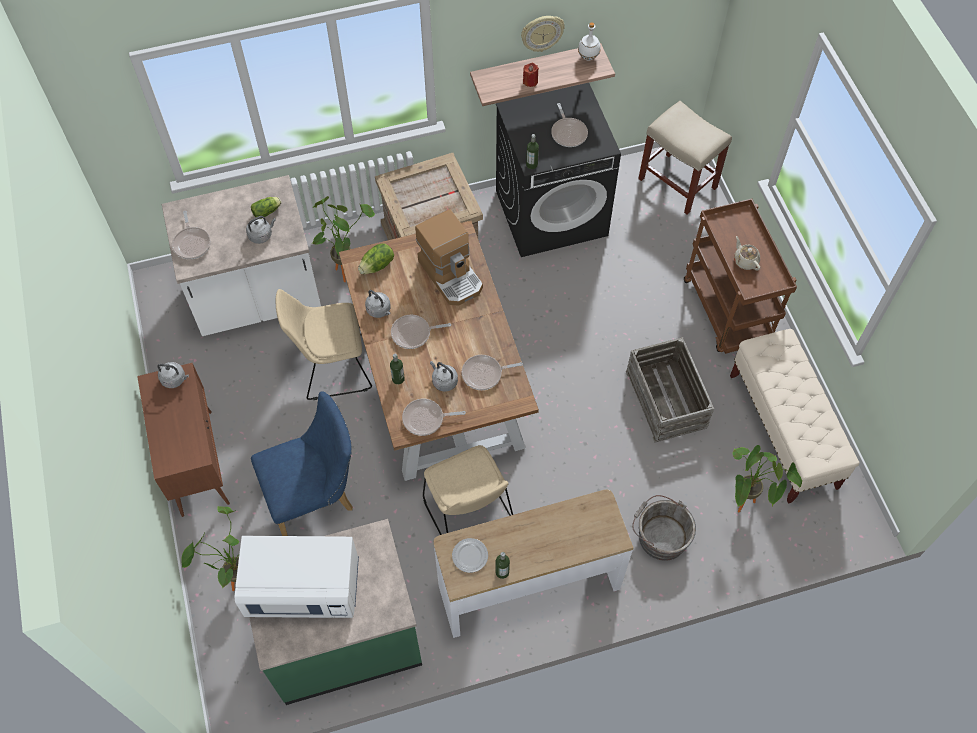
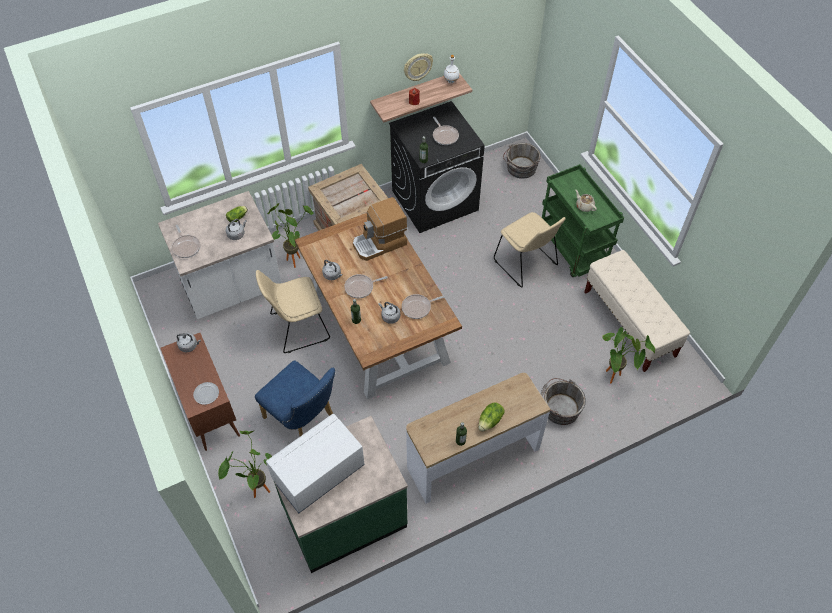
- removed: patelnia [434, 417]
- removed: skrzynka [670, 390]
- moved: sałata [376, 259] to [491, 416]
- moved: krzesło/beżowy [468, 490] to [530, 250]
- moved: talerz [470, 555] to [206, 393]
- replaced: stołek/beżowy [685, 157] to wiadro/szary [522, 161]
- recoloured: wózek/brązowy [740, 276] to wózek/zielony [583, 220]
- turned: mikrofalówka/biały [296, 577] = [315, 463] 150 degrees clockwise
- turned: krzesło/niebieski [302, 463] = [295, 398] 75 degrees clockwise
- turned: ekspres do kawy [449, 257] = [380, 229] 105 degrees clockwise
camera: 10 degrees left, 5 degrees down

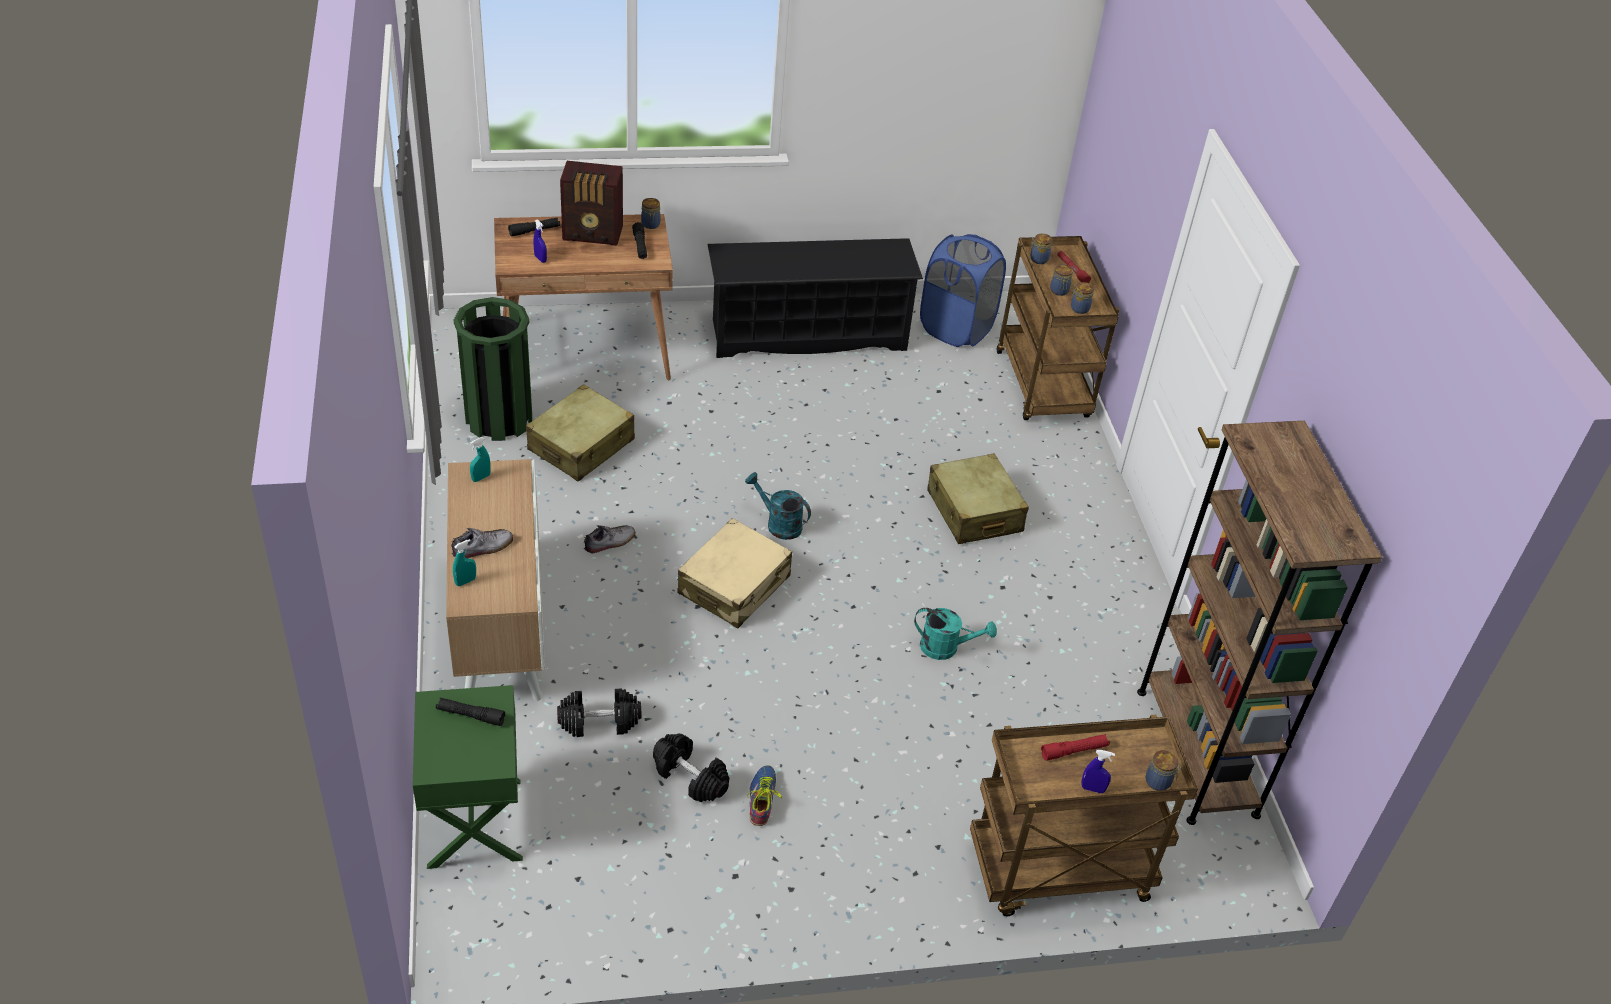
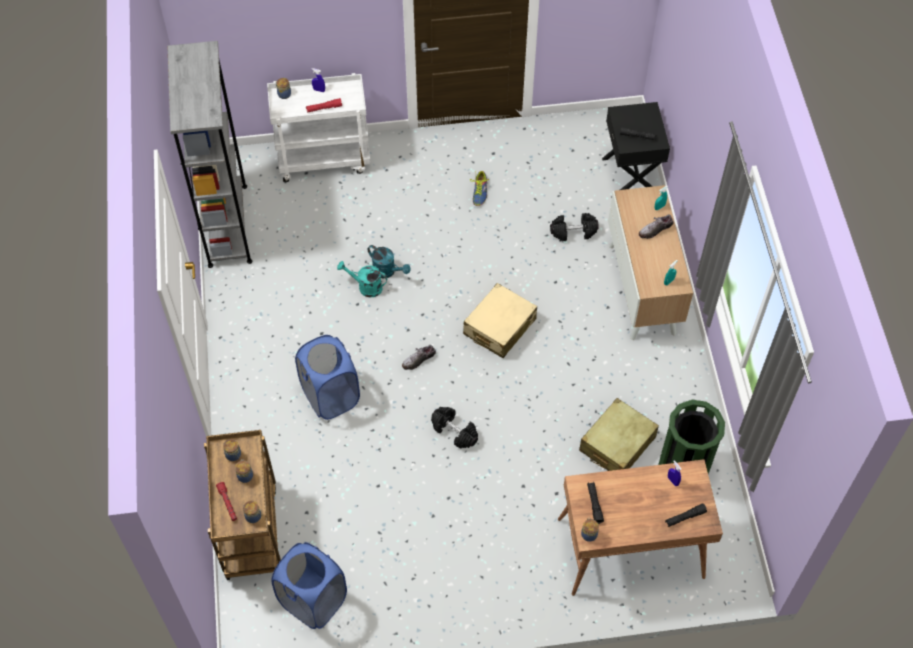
- removed: radio [591, 203]
- removed: regał na buty/czarny [815, 298]
- moved: but [609, 539] to [419, 357]
- moved: hantel/czarny [691, 768] to [454, 428]
- moved: konewka/turkusowy [778, 506] to [389, 261]
- replaced: walizka/beżowy [978, 498] to kosz na pranie/niebieski [327, 377]
- recoloured: szafka nocna/zielony [468, 777] to szafka nocna/czarny [636, 150]
- recoloured: wózek/brązowy [1084, 815] to wózek/biały [319, 127]
- recoloured: regał/brązowy [1259, 623] to regał/szary [209, 154]
camera: 175 degrees left, 15 degrees up

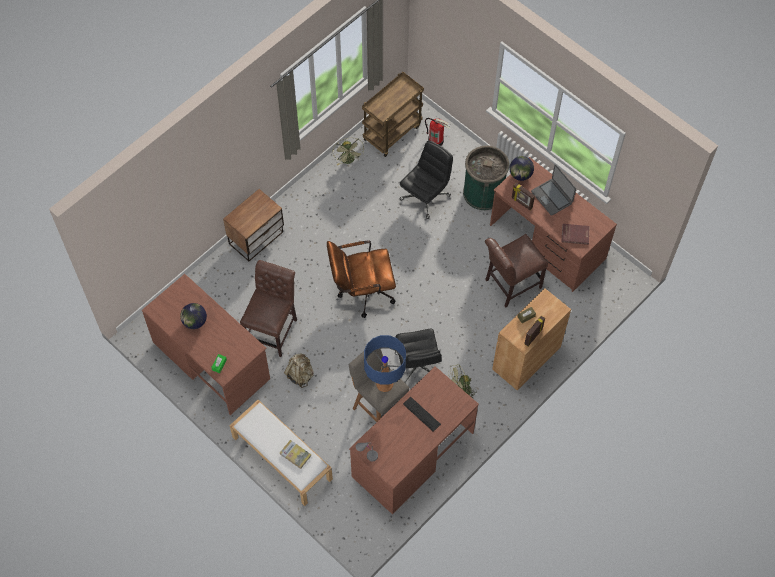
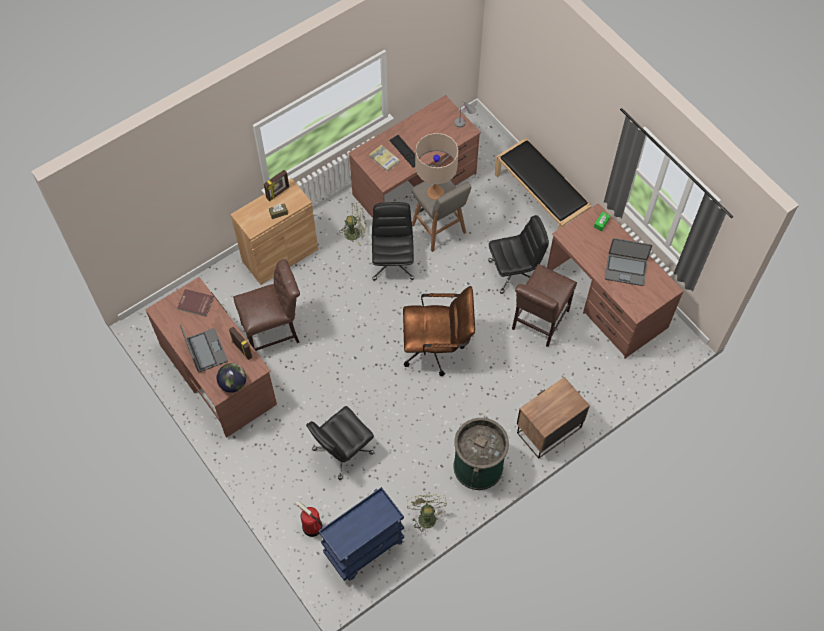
- moved: książka [295, 454] to [384, 158]
- moved: kosz na śmieci/zielony [486, 177] to [481, 454]
- replaced: globus [193, 316] to laptop [628, 262]
- replaced: plecak/beżowy [299, 370] to krzesło biurowe/czarny [518, 254]
- recoloured: ławka/biały [281, 453] to ławka/czarny [543, 183]
- recoloured: wózek/brązowy [393, 114] to wózek/niebieski [361, 534]
- recoloured: lampa stołowa/niebieski [385, 363] to lampa stołowa/beżowy [436, 166]
camera: 170 degrees left, 0 degrees up

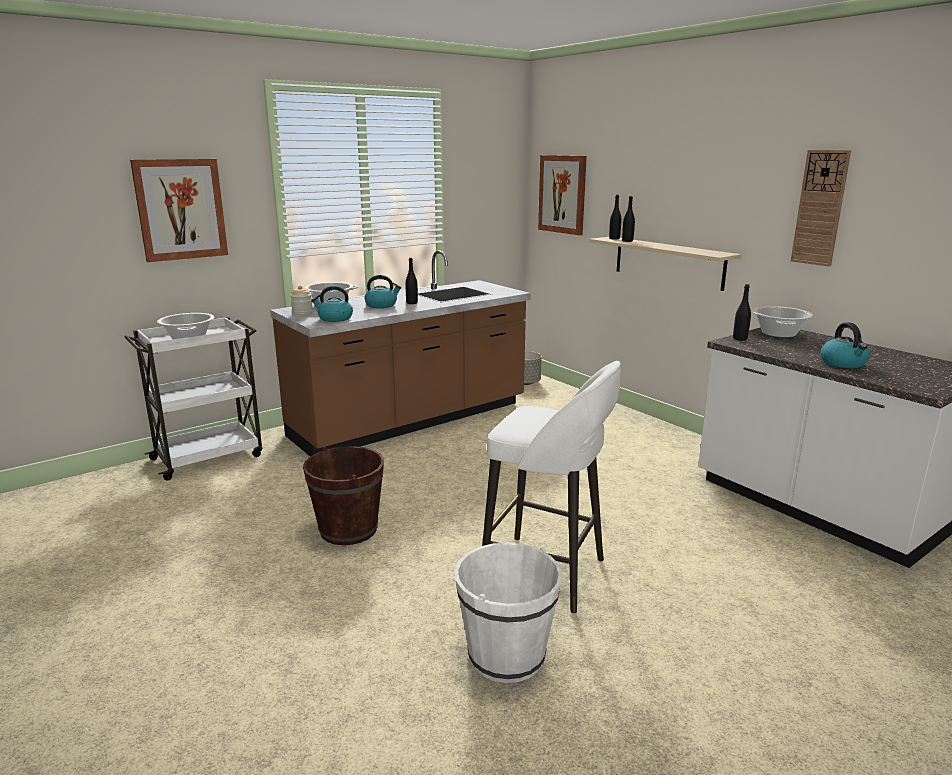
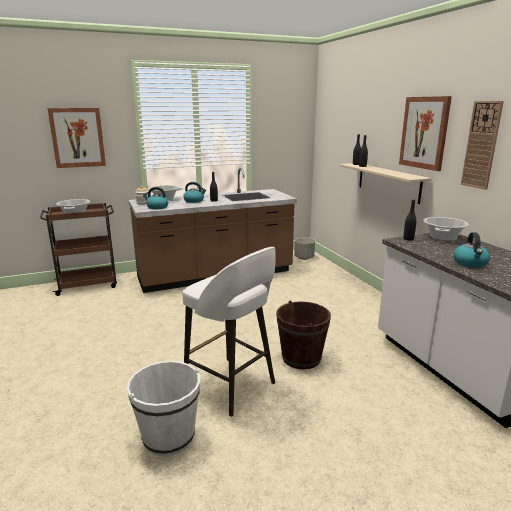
- moved: wiadro/brązowy [343, 495] to [303, 335]
- moved: obraz [562, 195] to [425, 133]
- recoloured: wózek/biały [193, 399] to wózek/brązowy [78, 249]
camera: 15 degrees right, 0 degrees up

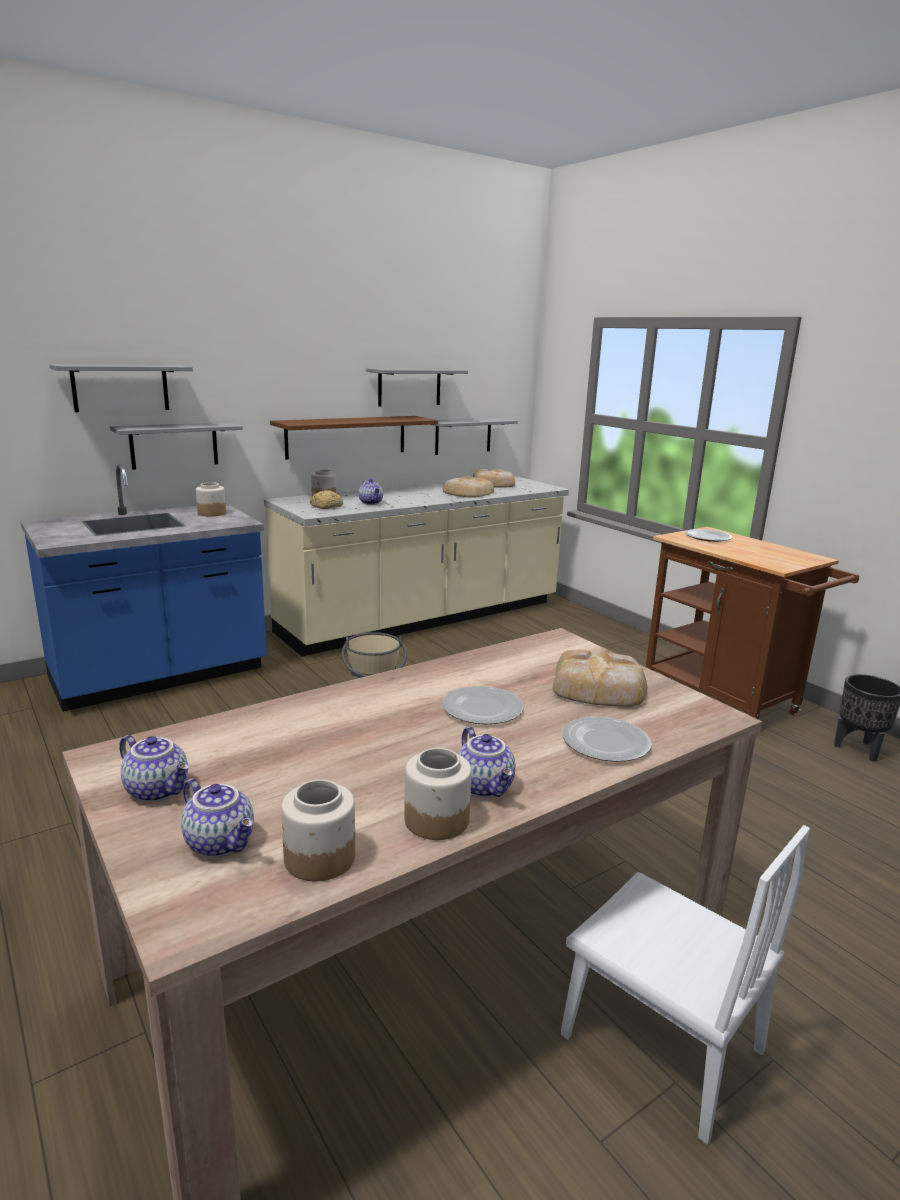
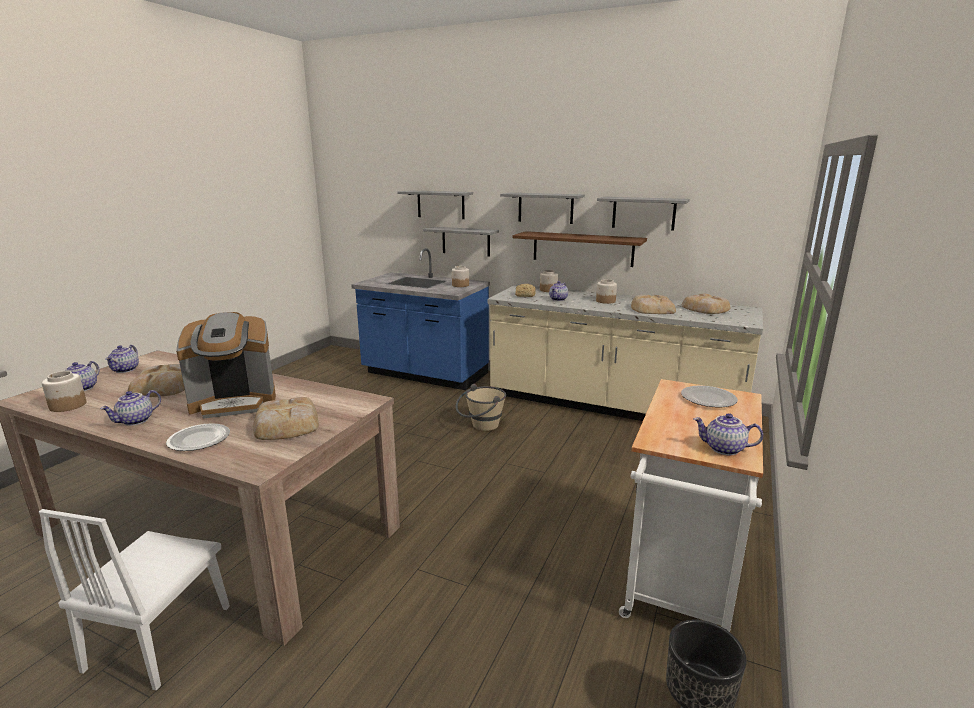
- added: chleb [156, 380]
- added: imbryk [728, 434]
- moved: słoik [438, 794] to [606, 291]
- moved: półka/szary [474, 436] to [542, 208]
- replaced: talerz [482, 705] to ekspres do kawy [226, 365]
- recoloured: wózek/brązowy [752, 623] to wózek/biały [691, 505]
camera: 60 degrees right, 0 degrees up

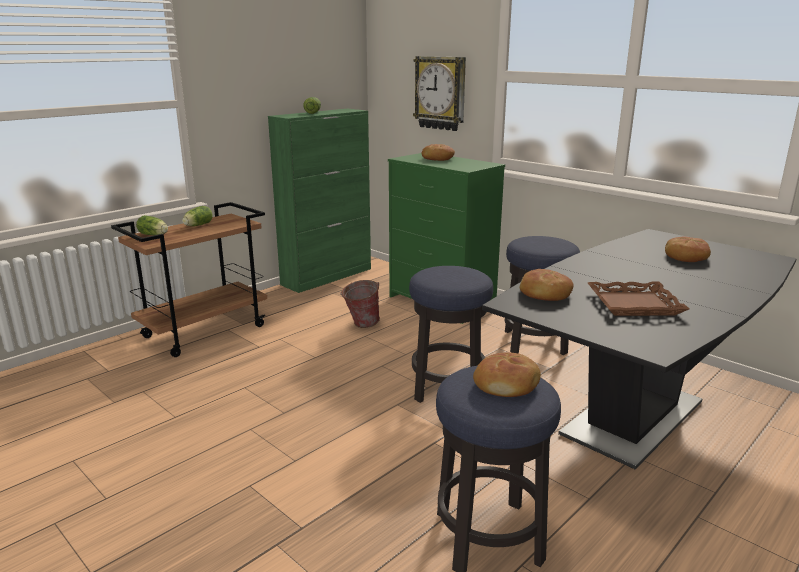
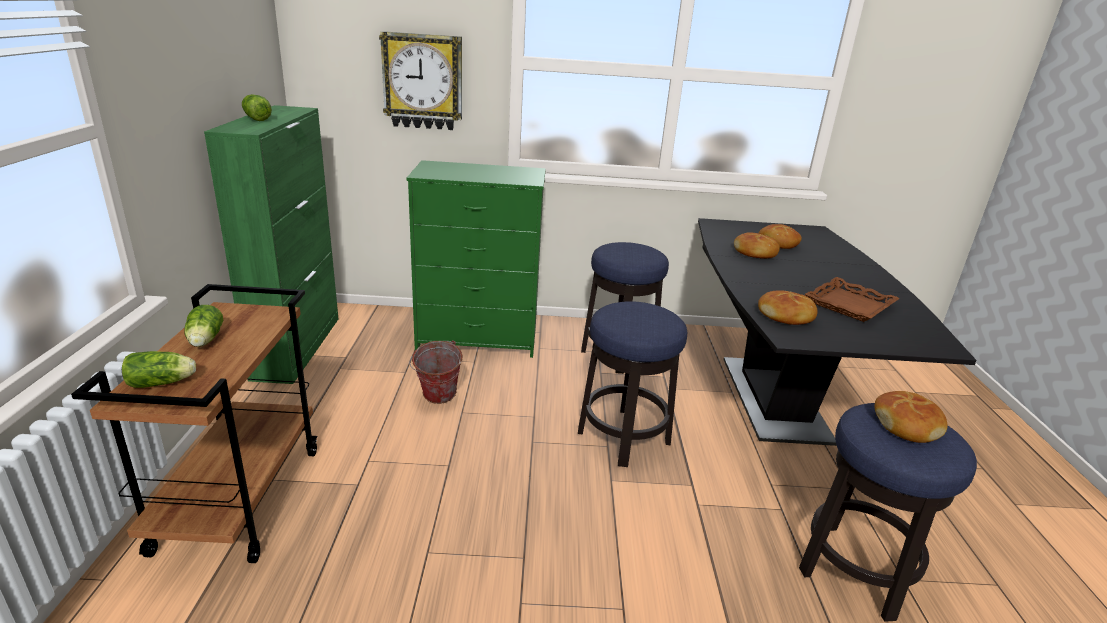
- moved: chleb [438, 152] to [757, 245]
camera: 45 degrees left, 5 degrees up

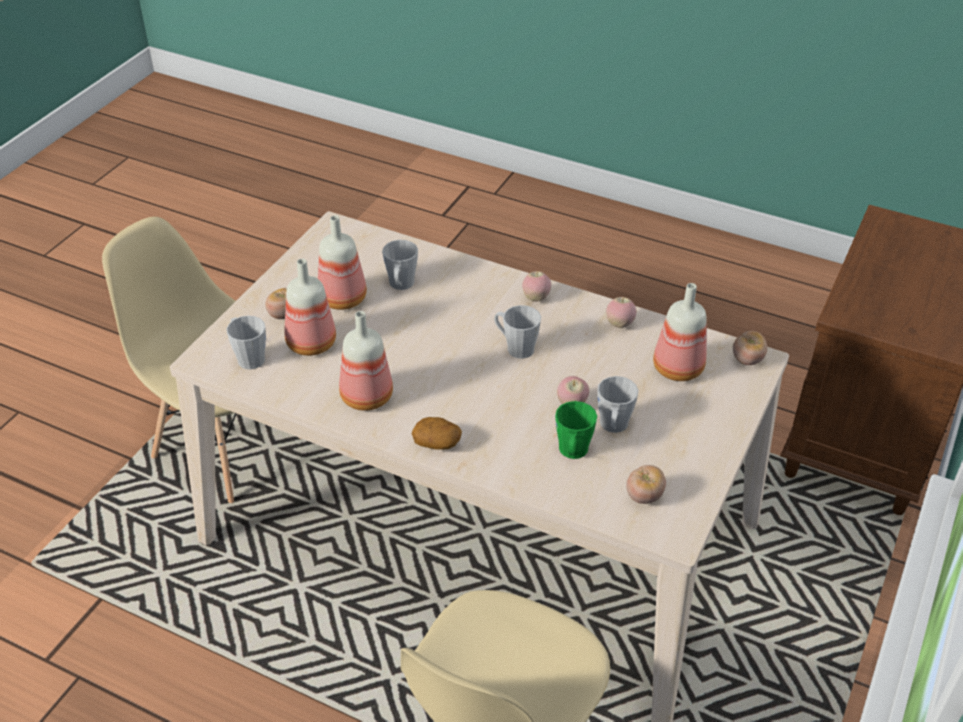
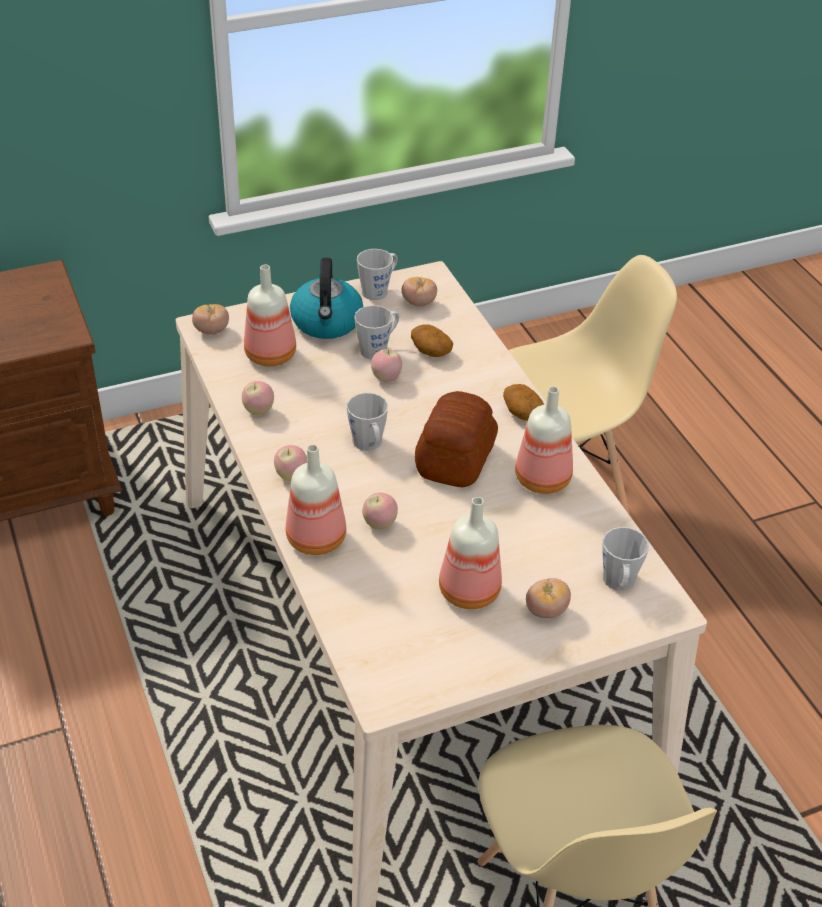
- added: czajnik [326, 298]
- added: jabłko [380, 511]
- added: chleb [456, 439]
- moved: butelka [310, 307] to [316, 499]
- moved: kubek/szary [400, 265] to [377, 274]
- replaced: kubek/zielony [576, 430] to ziemniak [432, 340]
camera: 140 degrees left, 0 degrees up

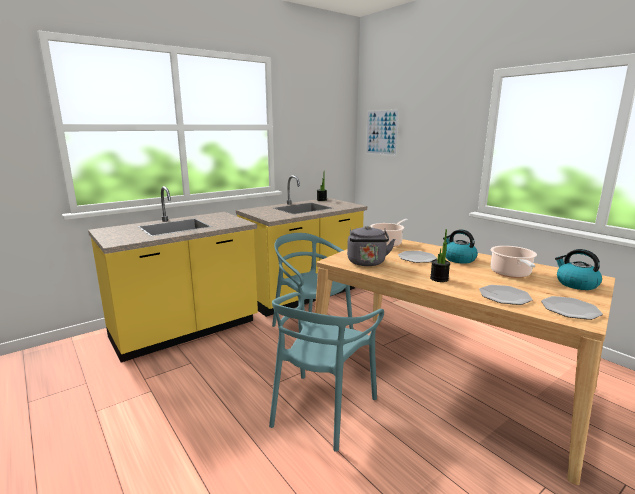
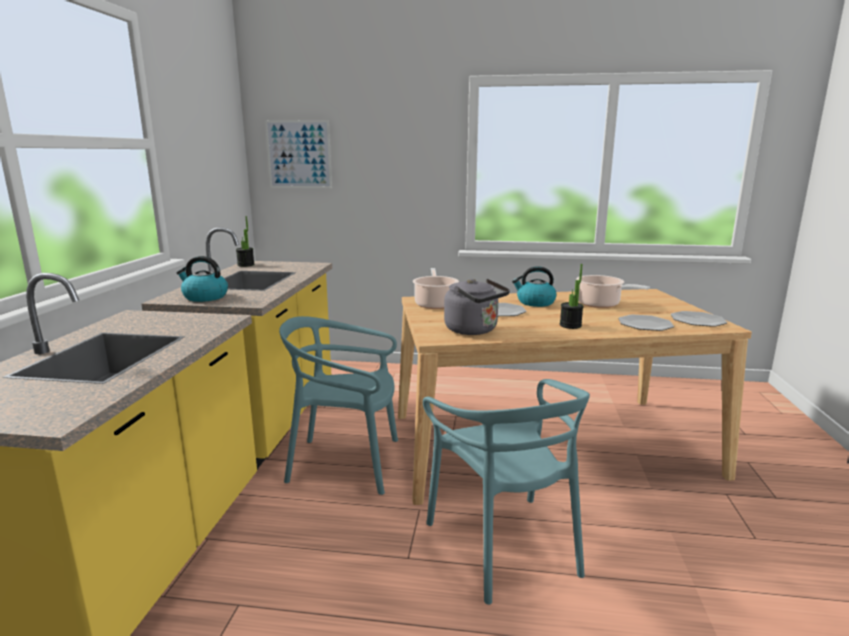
- moved: czajnik [578, 269] to [202, 279]
camera: 45 degrees left, 0 degrees up

